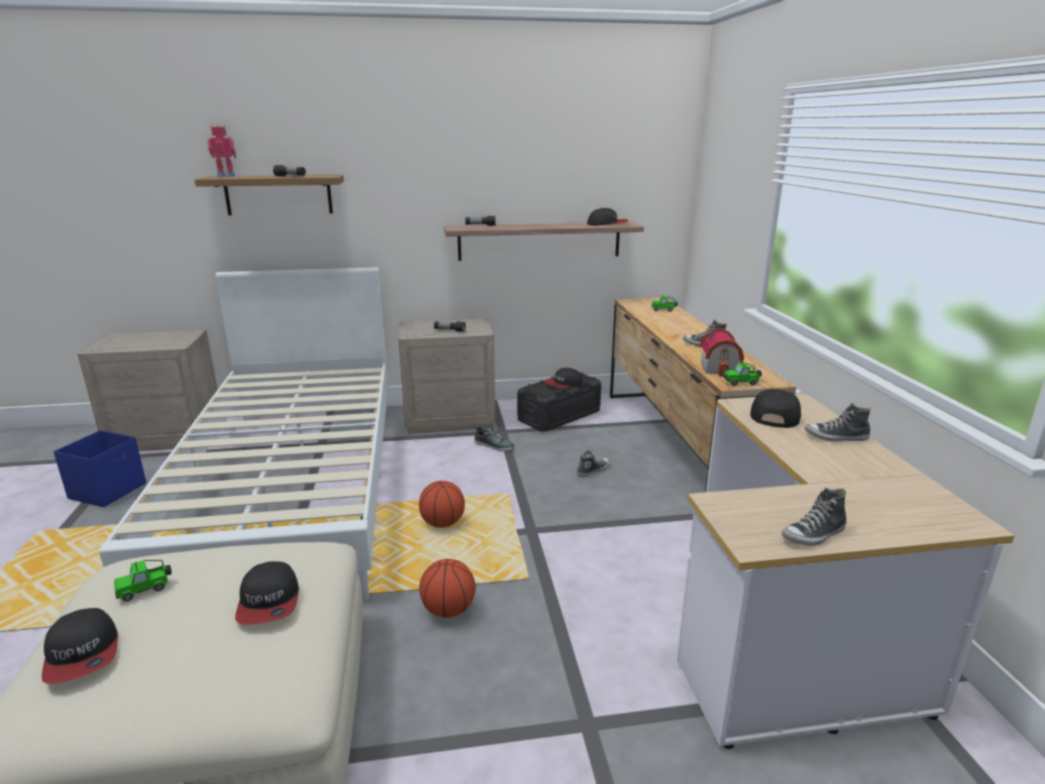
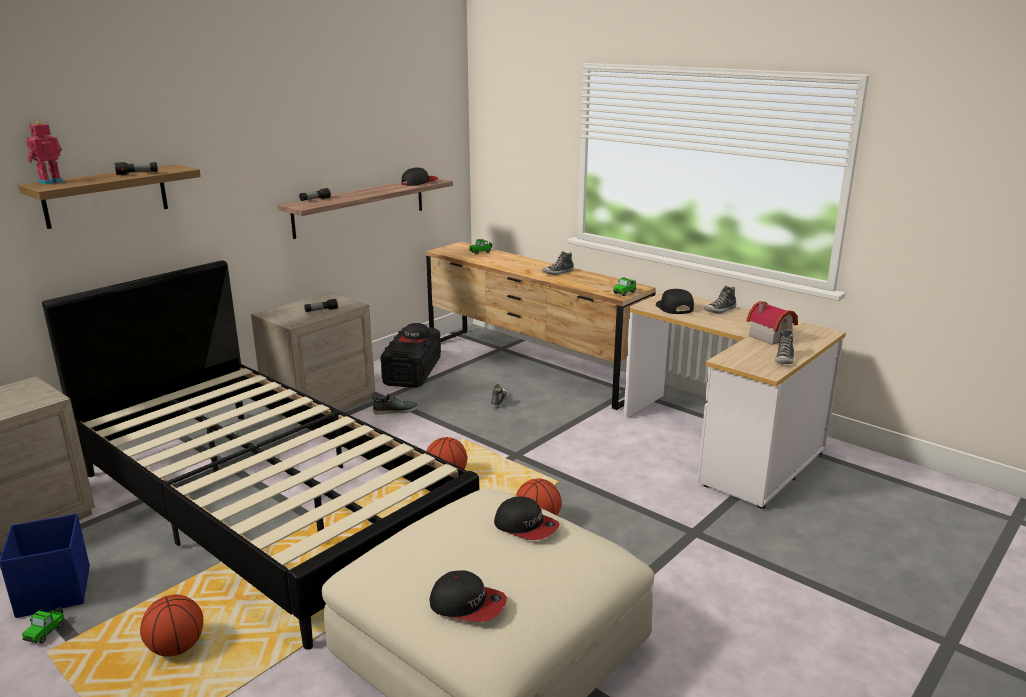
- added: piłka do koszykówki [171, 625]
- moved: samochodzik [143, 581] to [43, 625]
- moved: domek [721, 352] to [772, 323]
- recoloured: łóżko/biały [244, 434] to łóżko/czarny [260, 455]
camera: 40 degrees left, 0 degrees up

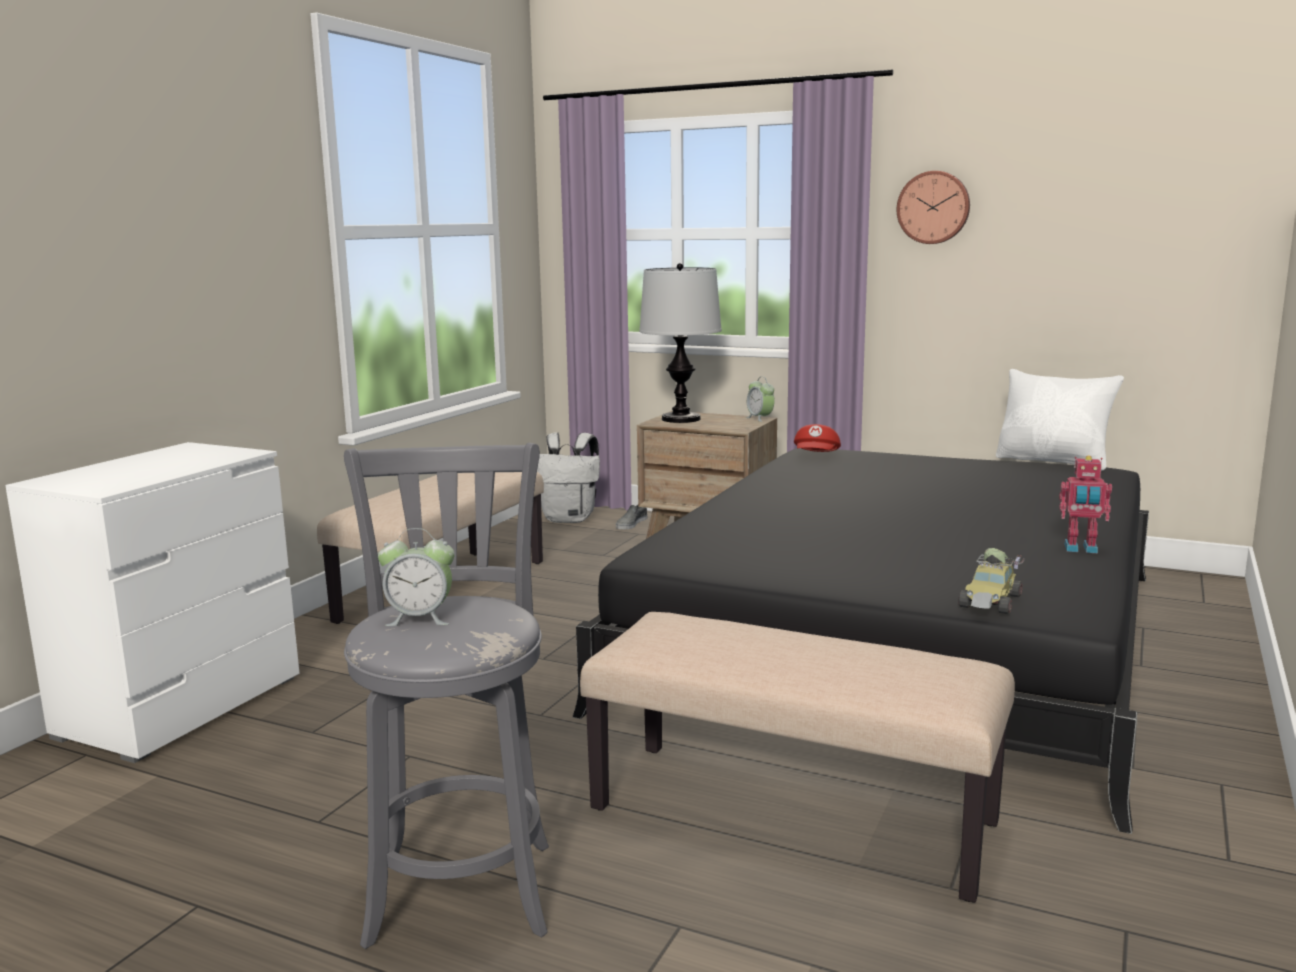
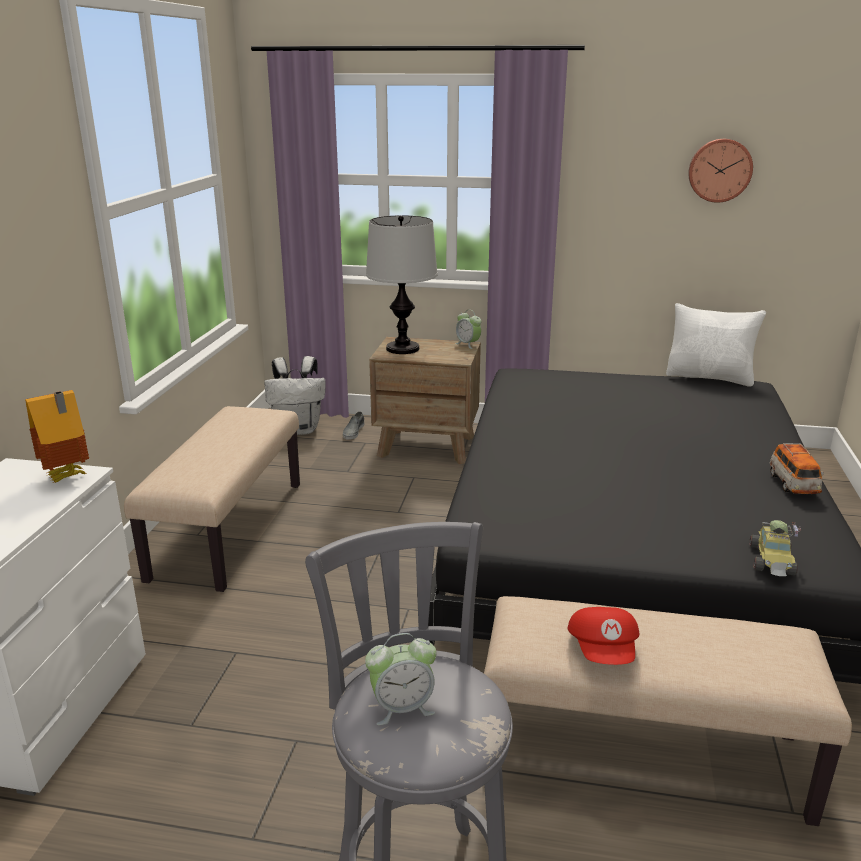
- added: domek [57, 436]
- moved: czapka z daszkiem/czerwony [817, 438] to [603, 636]
- moved: zegar ścienny [933, 207] to [720, 171]
- replaced: robot zabawkowy [1085, 504] to samochodzik [797, 468]
camera: 15 degrees left, 10 degrees up

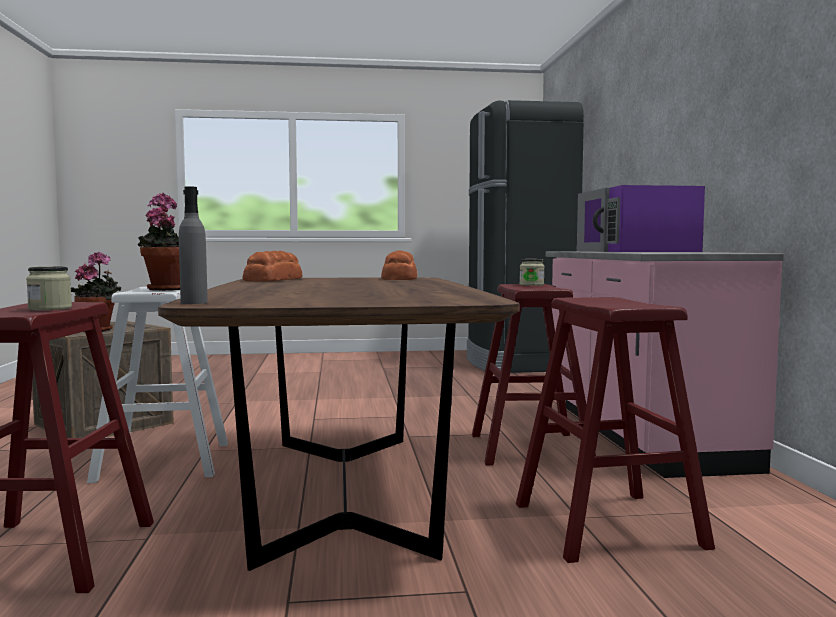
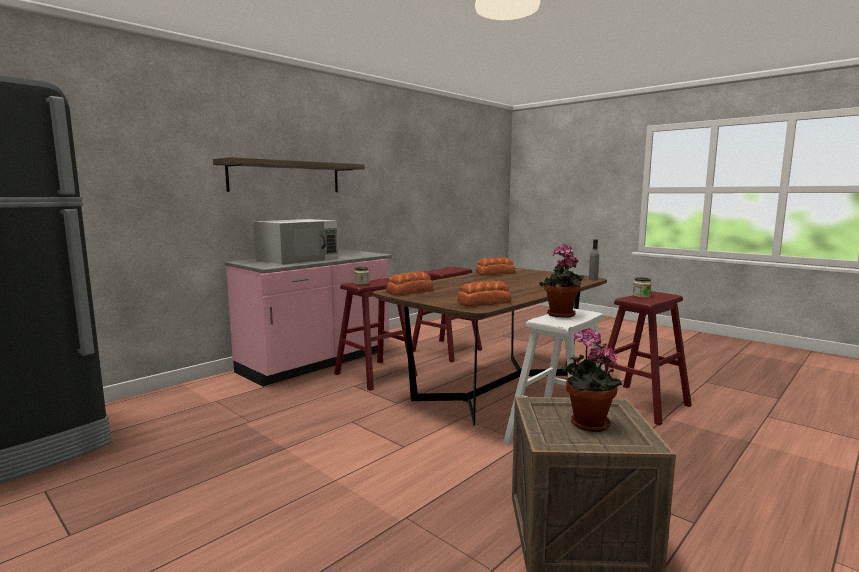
- added: półka [289, 174]
- added: chleb [495, 266]
- recoloured: mikrofalówka/fioletowy [641, 218] to mikrofalówka/biały [296, 242]
camera: 130 degrees left, 5 degrees up

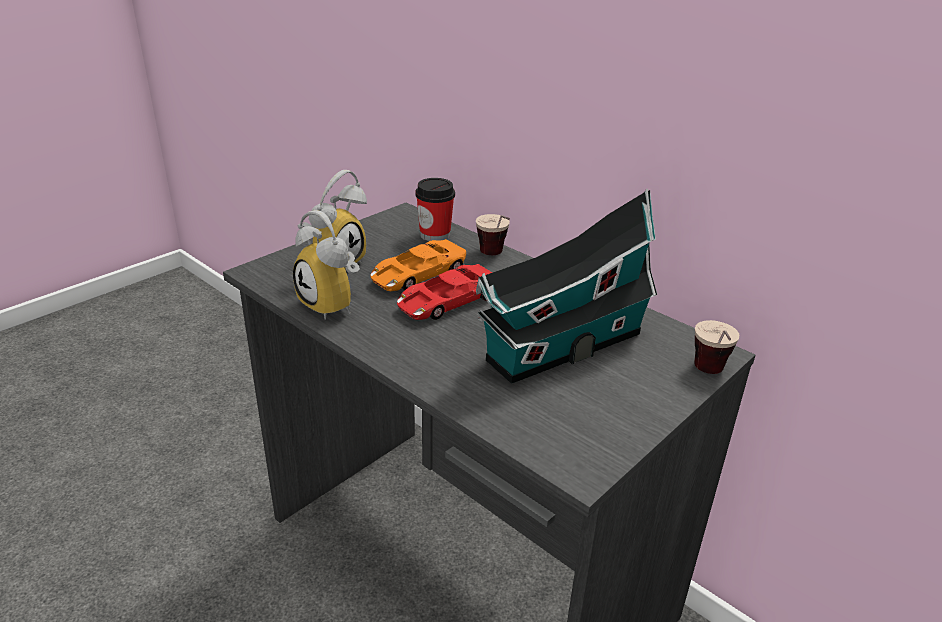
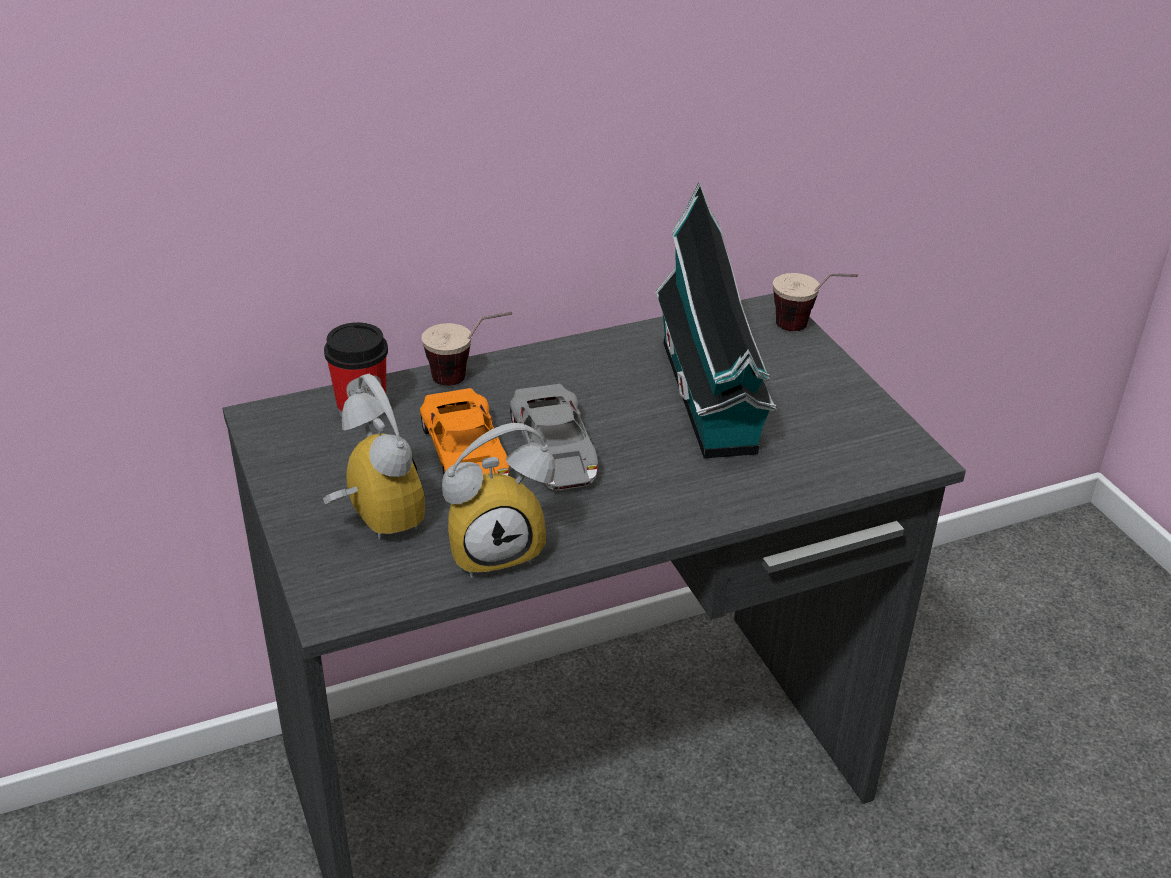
- recoloured: samochodzik/czerwony [445, 292] to samochodzik/szary [554, 437]
camera: 65 degrees left, 5 degrees up

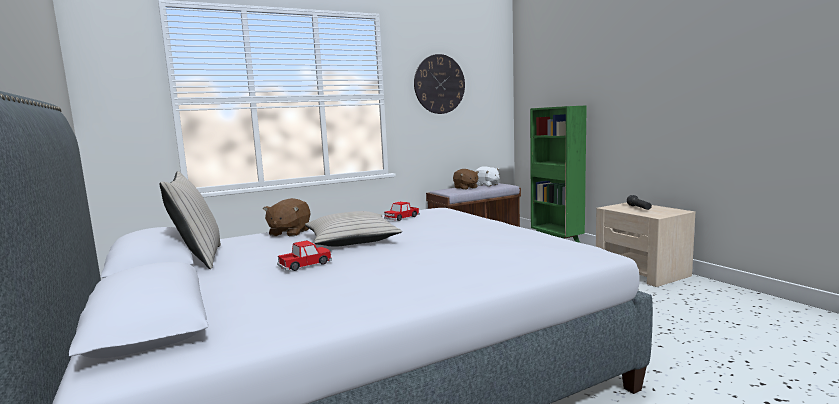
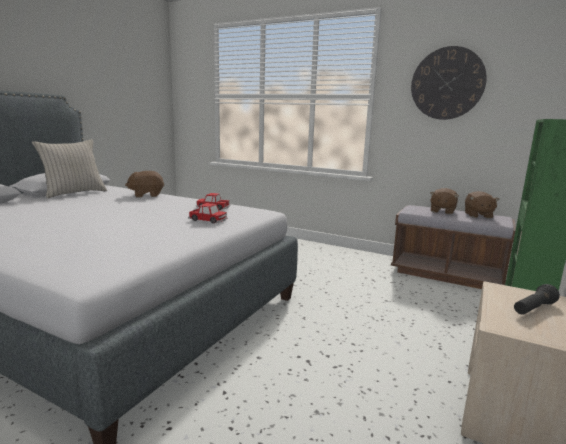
- removed: poduszka/beżowy [353, 229]
- moved: samochodzik [304, 255] to [207, 213]
- recoloured: pluszak/biały [487, 176] to pluszak/brązowy [482, 205]
camera: 55 degrees right, 5 degrees up

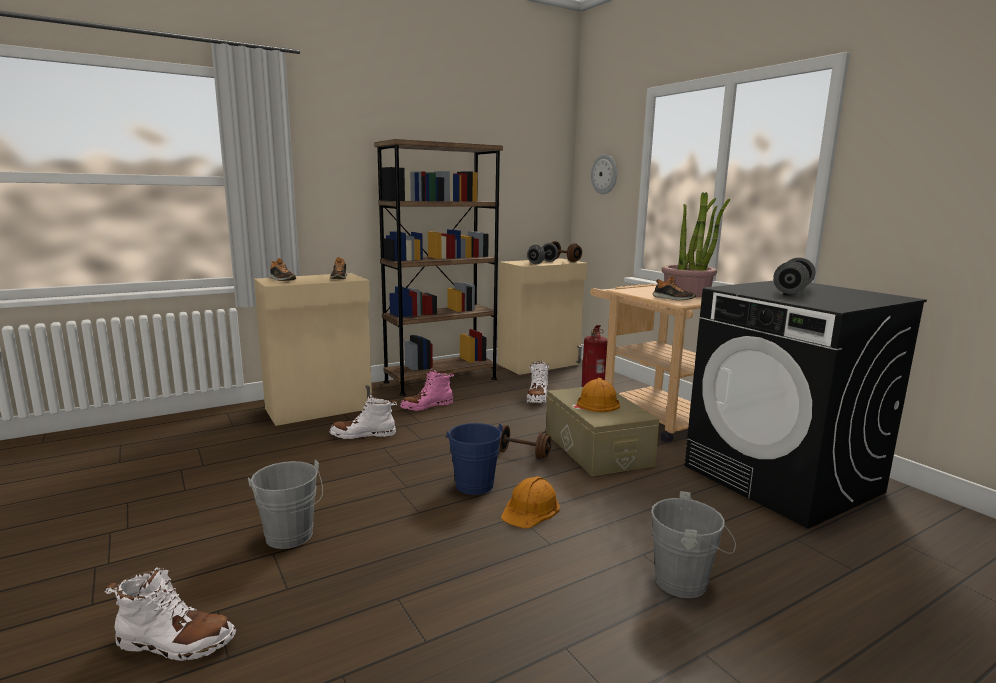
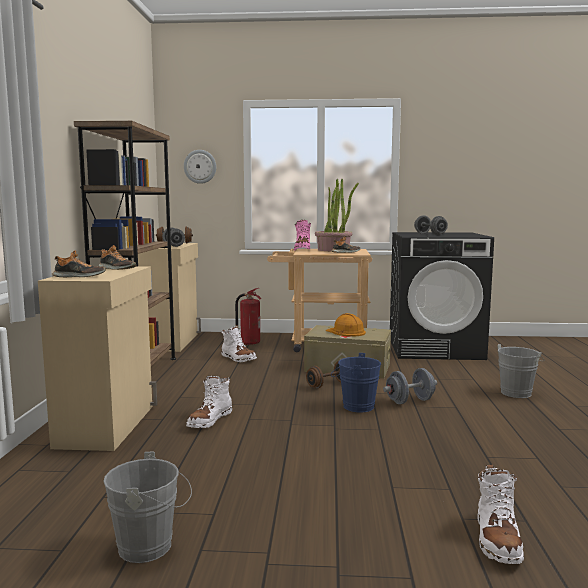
- moved: wiadro/szary [285, 504] to [147, 507]
- moved: but z cholewką/różowy [427, 390] to [302, 235]
- replaced: kask/pomarańczowy [530, 502] to hantel/szary [410, 386]
- turned: but z cholewką/biały [170, 614] = [500, 514] 150 degrees clockwise
camera: 55 degrees left, 5 degrees down

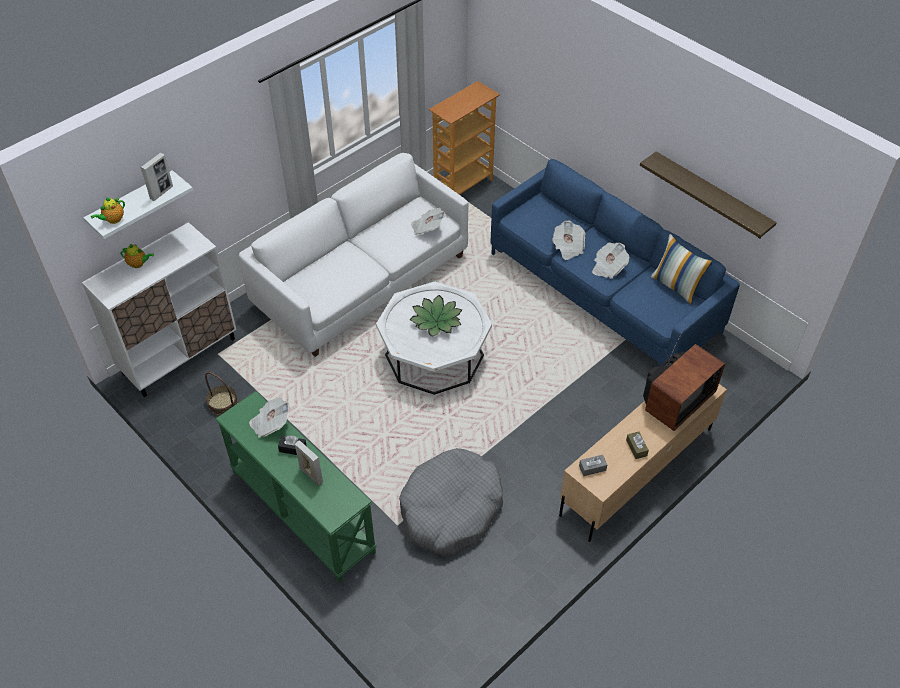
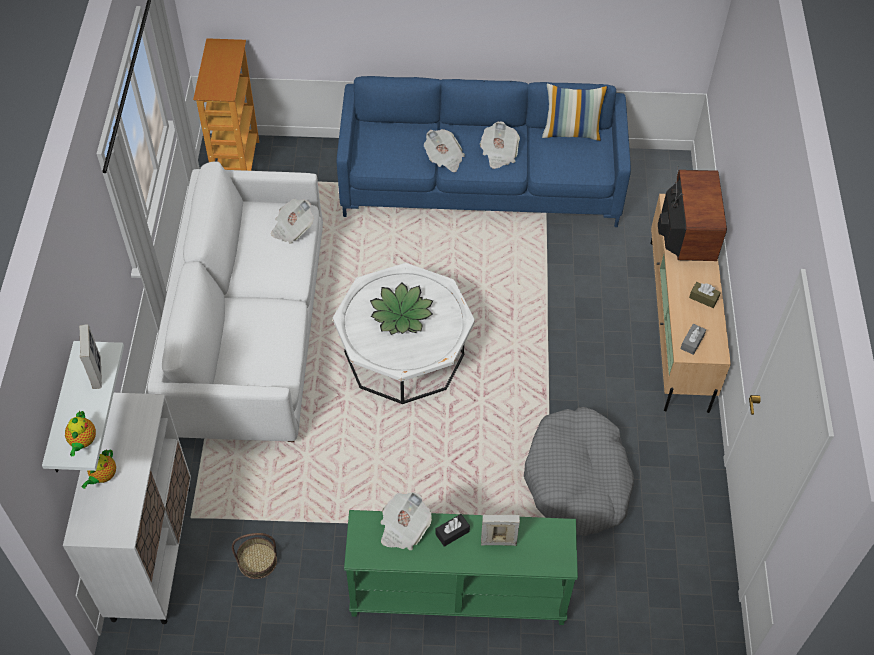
- removed: półka [708, 194]
- turned: imbryk [137, 256] = [99, 469] 150 degrees clockwise
camera: 45 degrees left, 5 degrees up

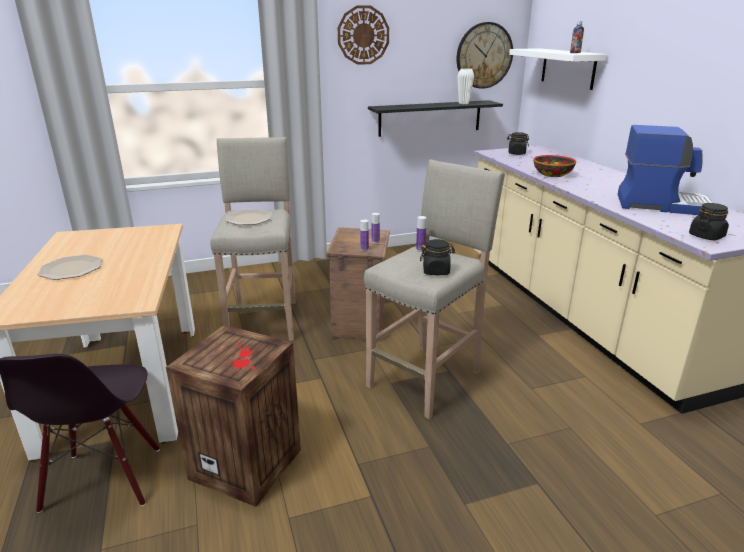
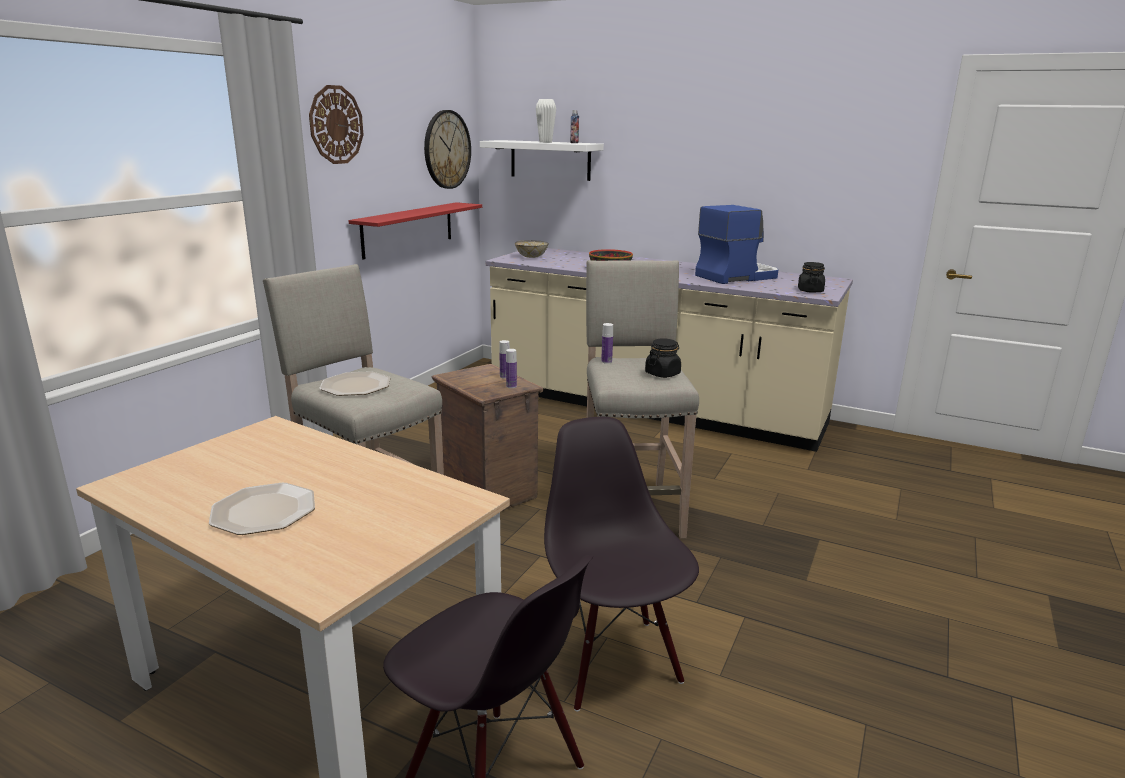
- moved: wazon/biały [465, 86] to [546, 121]
- replaced: skrzynka [233, 416] to krzesło/czarny [621, 564]
- replaced: słoik/czarny [518, 143] to miska [532, 249]
- recoloured: półka/czarny [435, 118] to półka/czerwony [415, 231]
camera: 45 degrees left, 5 degrees down

